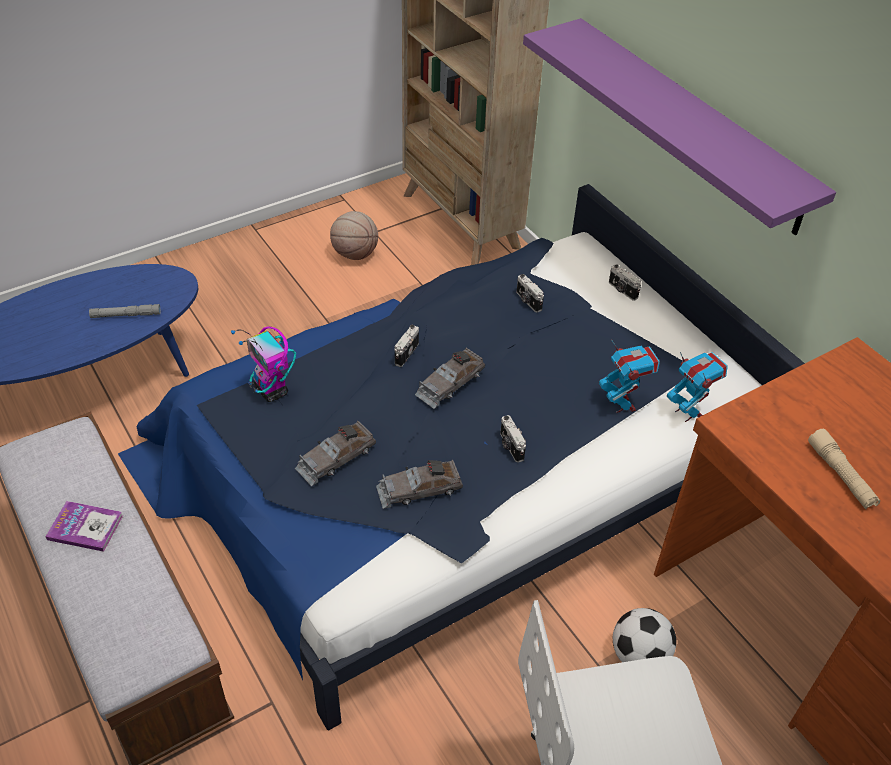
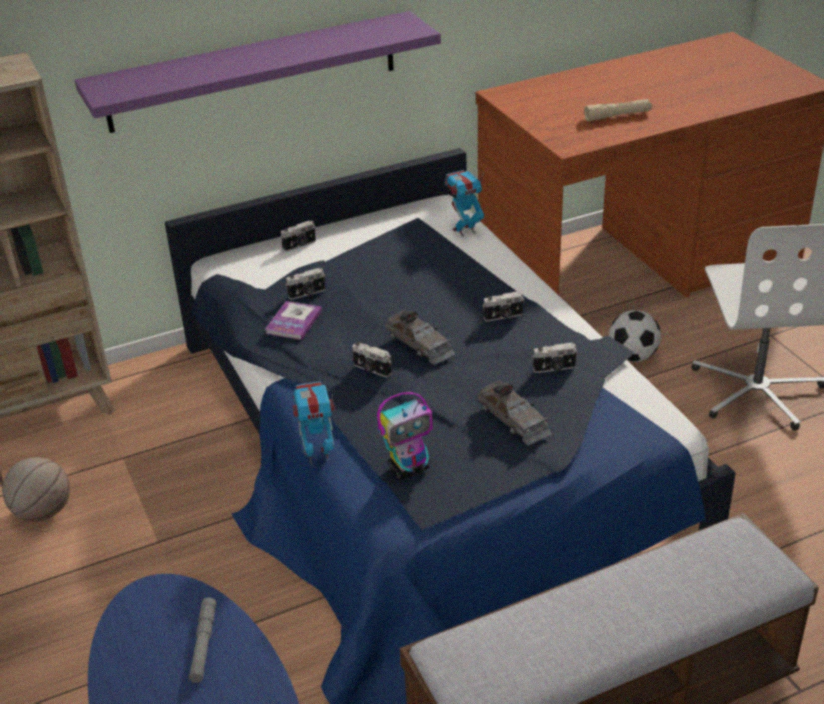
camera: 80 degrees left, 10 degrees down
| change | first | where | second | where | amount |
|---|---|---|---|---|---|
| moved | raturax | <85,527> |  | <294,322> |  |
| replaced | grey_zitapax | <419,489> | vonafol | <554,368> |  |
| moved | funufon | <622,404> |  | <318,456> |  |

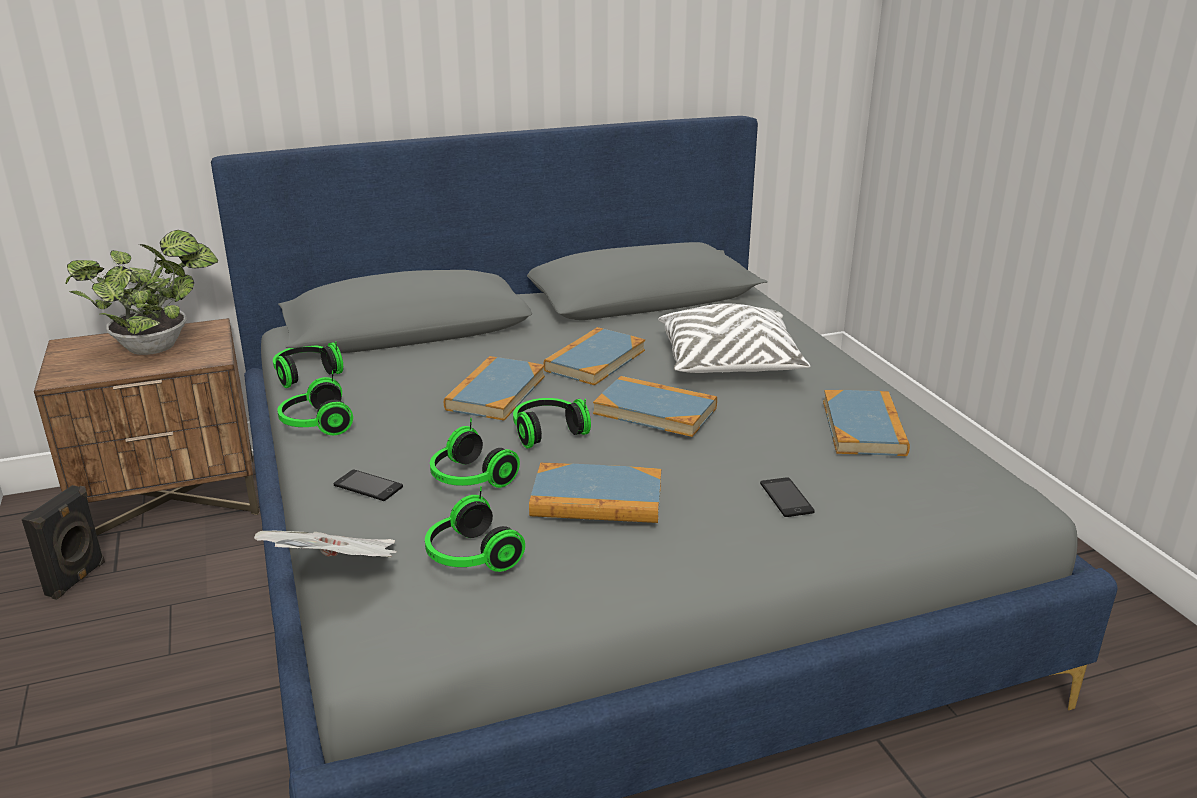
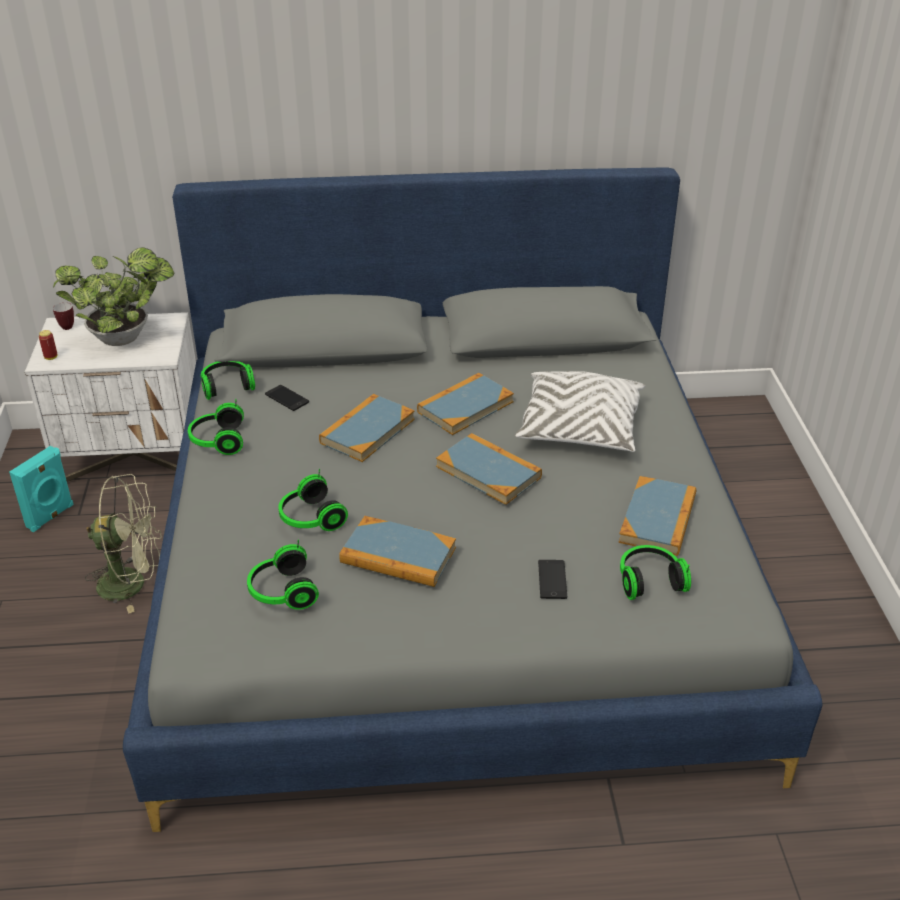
camera: 15 degrees right, 10 degrees up
| change | first | where | second | where | amount |
|---|---|---|---|---|---|
| recoloured | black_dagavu | <77,579> | turquoise_dagavu | <51,517> |  |
| recoloured | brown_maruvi | <173,500> | white_maruvi | <135,455> |  |
| removed | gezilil | <338,573> |  |  |  |
| moved | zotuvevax | <368,486> |  | <287,398> |  |
| moved | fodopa | <547,432> |  | <649,580> |  |
| added |  |  | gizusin | <51,357> |  |
| added |  |  | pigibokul | <65,326> |  |
| added |  |  | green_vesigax | <132,583> |  |

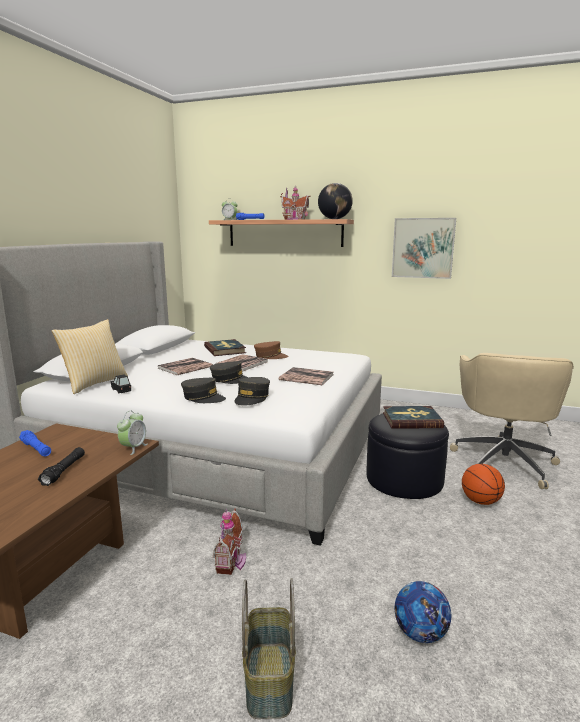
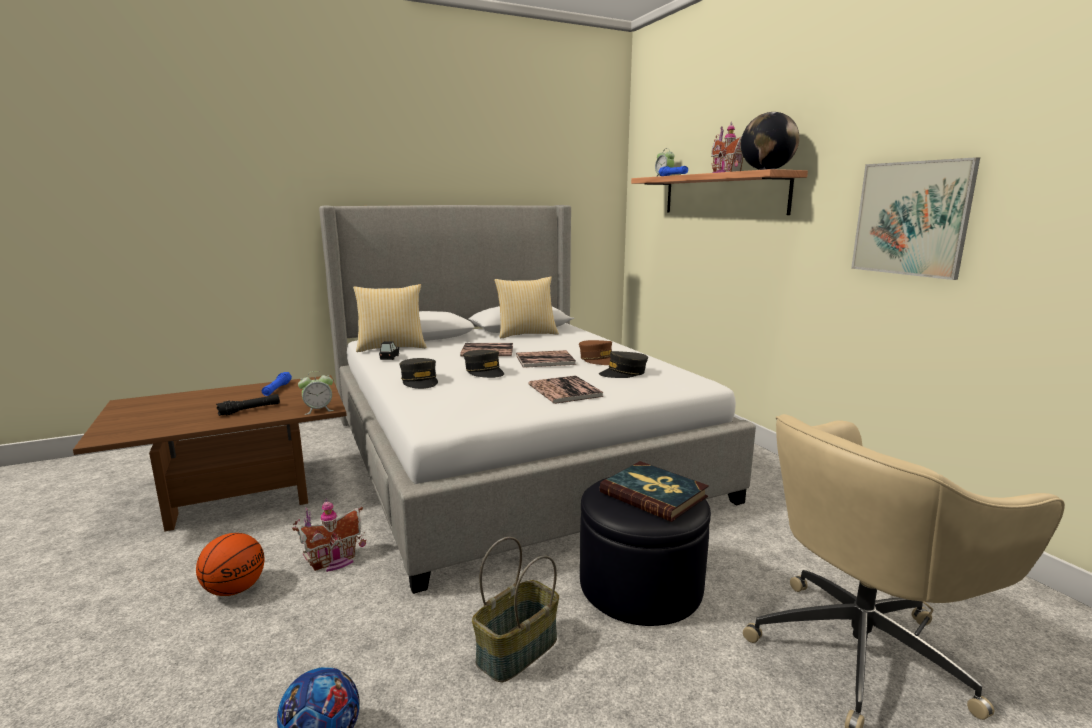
camera: 45 degrees right, 0 degrees up
| change | first | where | second | where | amount |
|---|---|---|---|---|---|
| removed | raturax | <225,350> |  |  |  |
| moved | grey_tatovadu | <252,398> |  | <623,373> |  |
| moved | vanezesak | <270,680> |  | <517,651> |  |
| moved | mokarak | <480,501> |  | <235,589> |  |
| added |  |  | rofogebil | <526,334> |  |

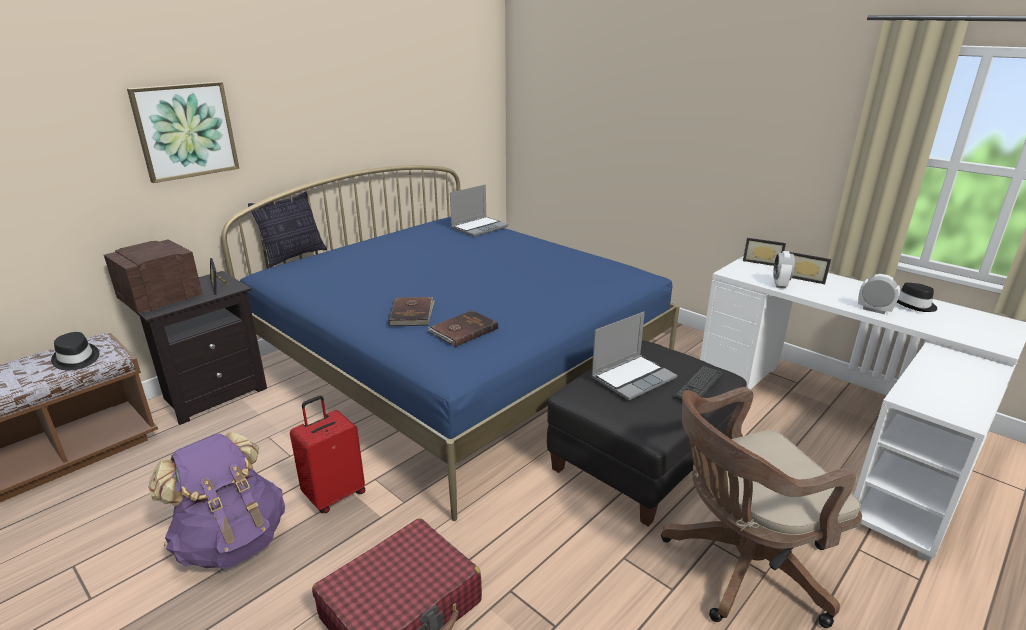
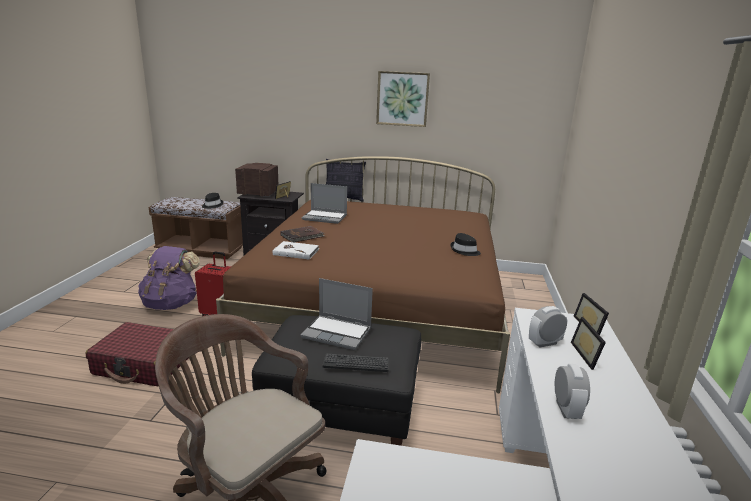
camera: 55 degrees right, 5 degrees down
| change | first | where | second | where | amount |
|---|---|---|---|---|---|
| moved | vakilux | <185,131> |  | <402,99> |  |
| recoloured | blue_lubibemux | <459,365> | brown_lubibemux | <378,305> |  |
| recoloured | brown_raturax | <463,330> | white_raturax | <296,252> |  |
| moved | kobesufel | <479,227> |  | <325,217> |  |
| moved | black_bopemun | <915,305> |  | <464,251> |  |

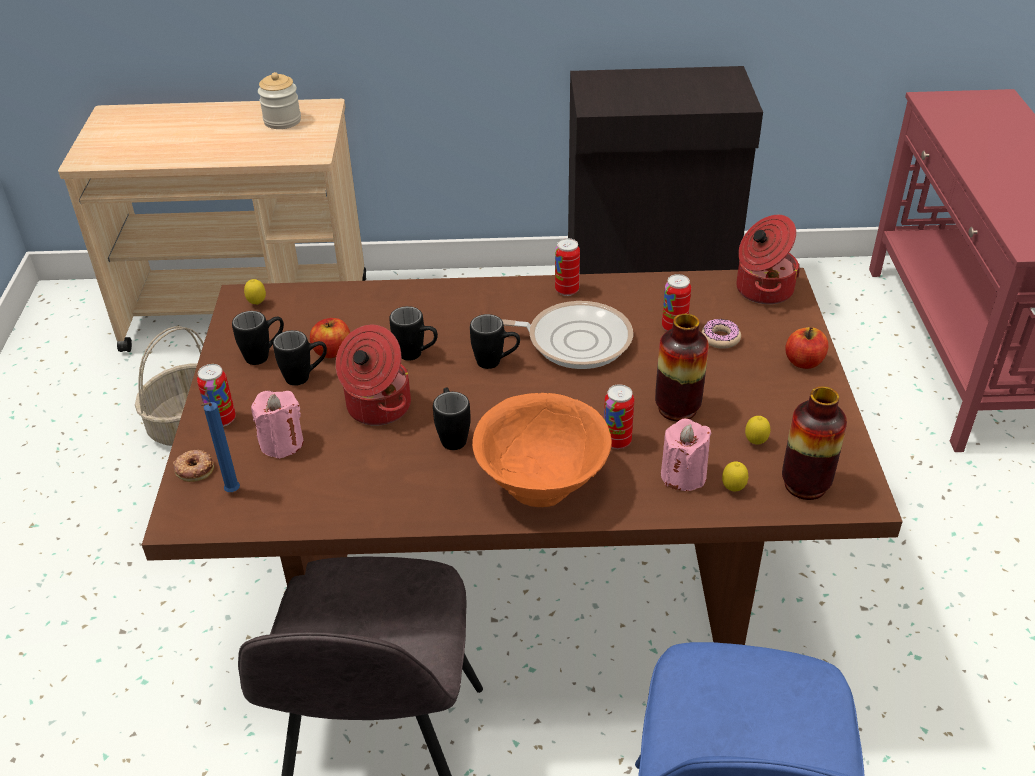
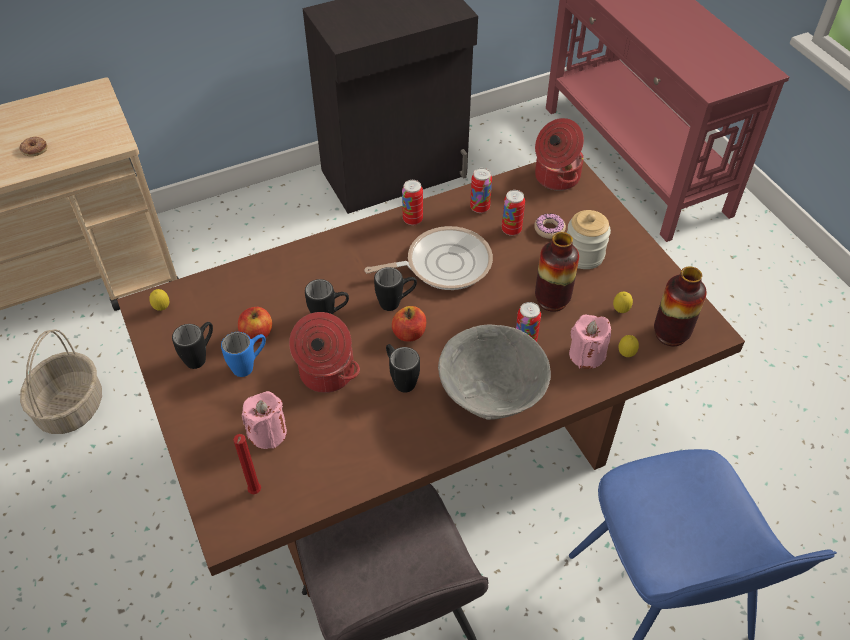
camera: 25 degrees left, 10 degrees up
| change | first | where | second | where | amount |
|---|---|---|---|---|---|
| moved | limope | <194,468> |  | <34,148> |  |
| moved | gizusin | <222,419> |  | <479,208> |  |
| recoloured | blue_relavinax | <231,493> | red_relavinax | <255,493> |  |
| moved | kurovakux | <282,121> |  | <583,255> |  |
| recoloured | black_pigibokul | <305,377> | blue_pigibokul | <249,365> |  |
| recoloured | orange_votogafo | <542,483> | grey_votogafo | <491,396> |  |
| moved | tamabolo | <804,362> |  | <409,333> |  |

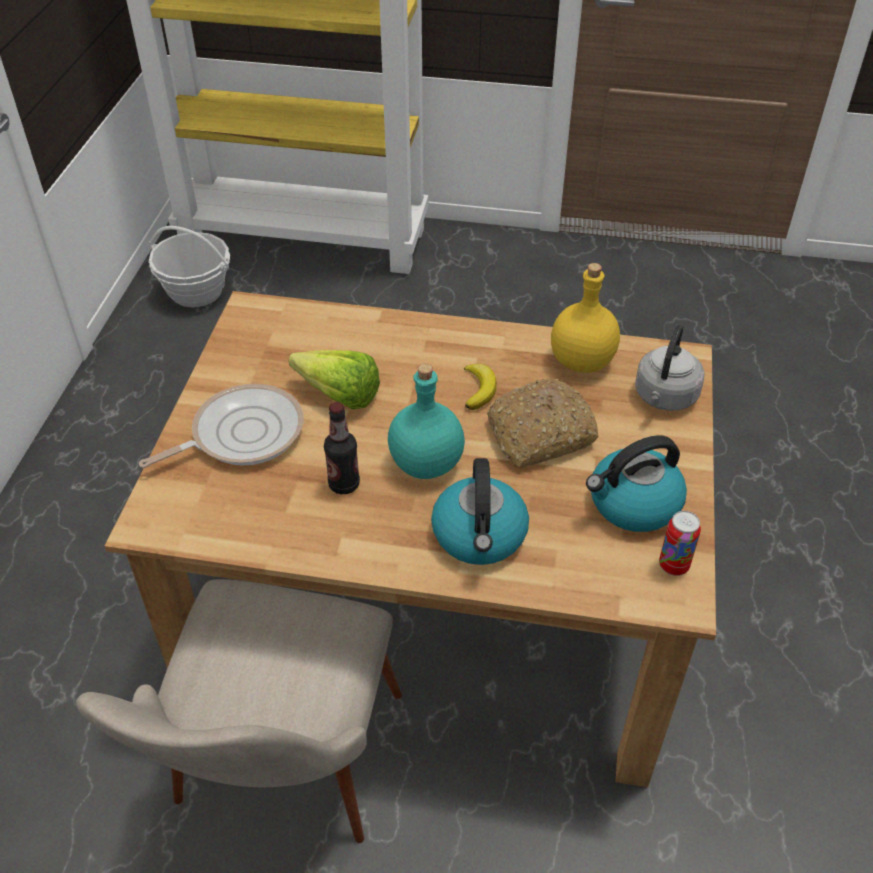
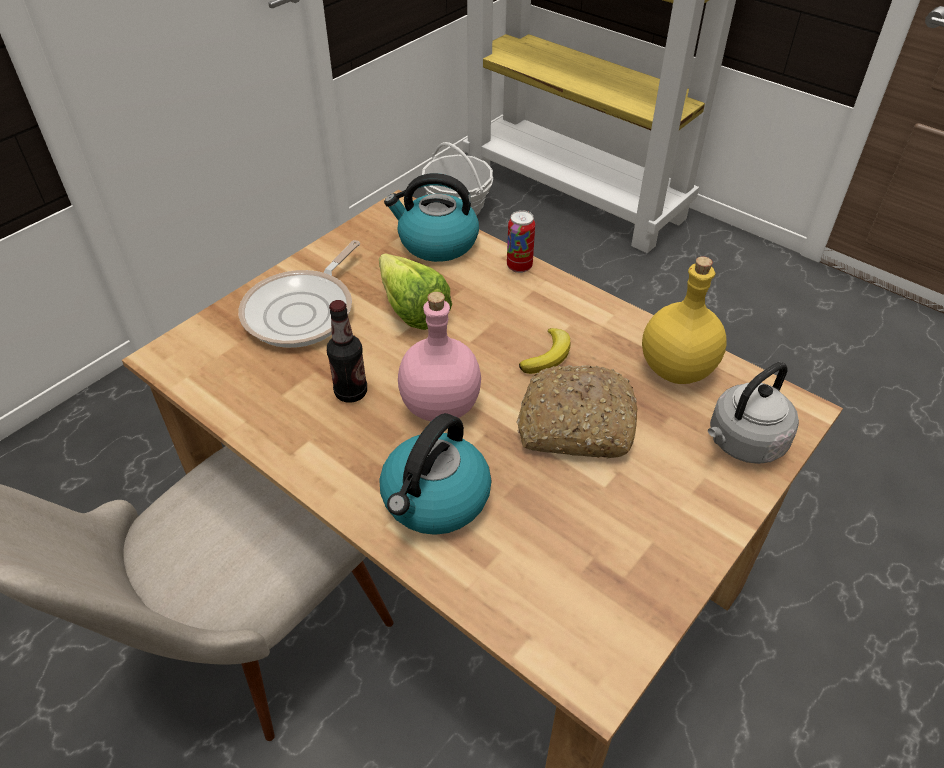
camera: 30 degrees right, 0 degrees up
| change | first | where | second | where | amount |
|---|---|---|---|---|---|
| turned | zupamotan | <241,434> |  | <303,311> | 120 degrees clockwise |
| recoloured | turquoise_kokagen | <426,463> | pink_kokagen | <441,404> |  |
| moved | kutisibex | <633,504> |  | <436,243> |  |
| moved | gizusin | <673,565> |  | <519,266> |  |

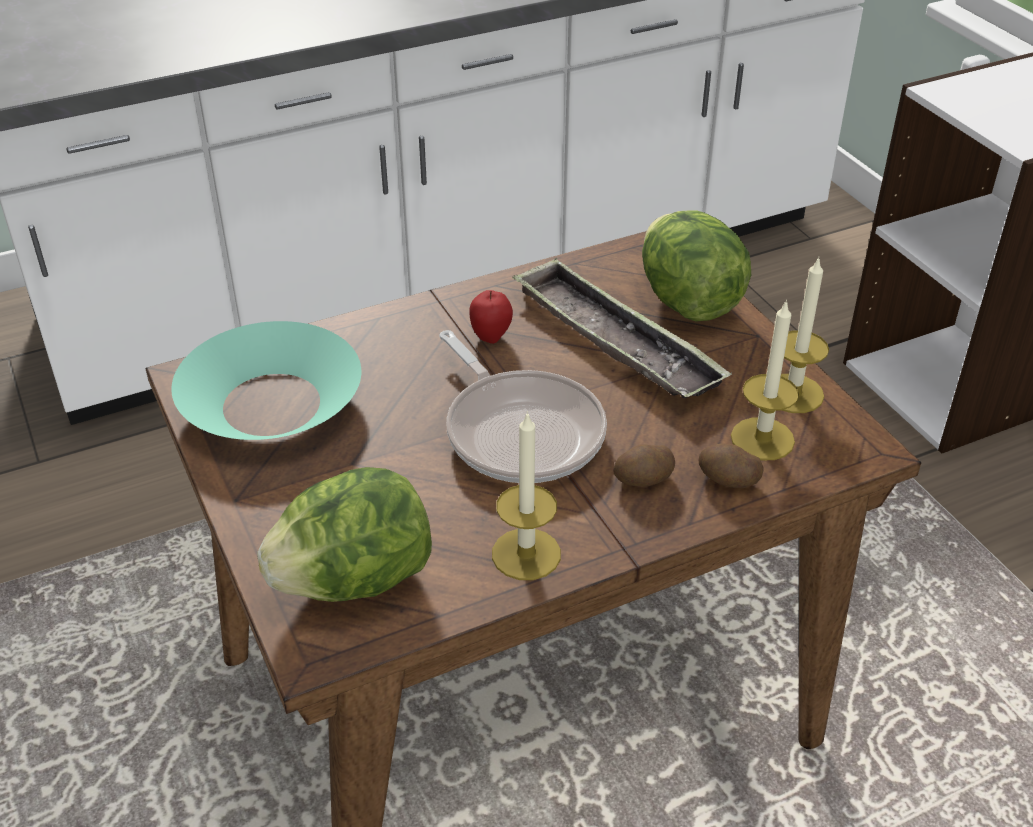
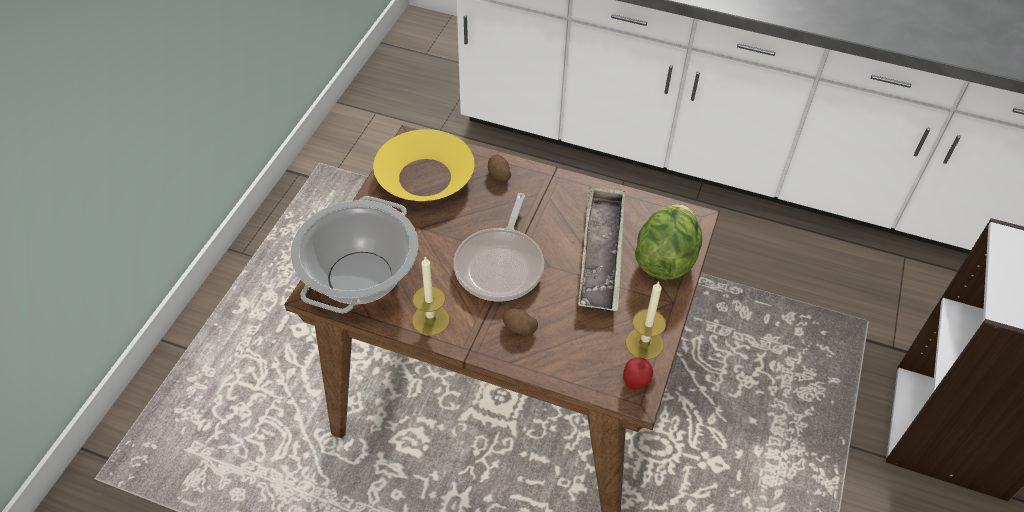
camera: 45 degrees right, 10 degrees up
| change | first | where | second | where | amount |
|---|---|---|---|---|---|
| recoloured | turquoise_votogafo | <272,403> | yellow_votogafo | <425,177> |  |
| replaced | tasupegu | <355,580> | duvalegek | <360,278> |  |
| moved | tamabolo | <491,336> |  | <635,383> |  |
| moved | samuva | <728,480> |  | <498,174> |  |
| removed | relavinax | <762,439> |  |  |  |

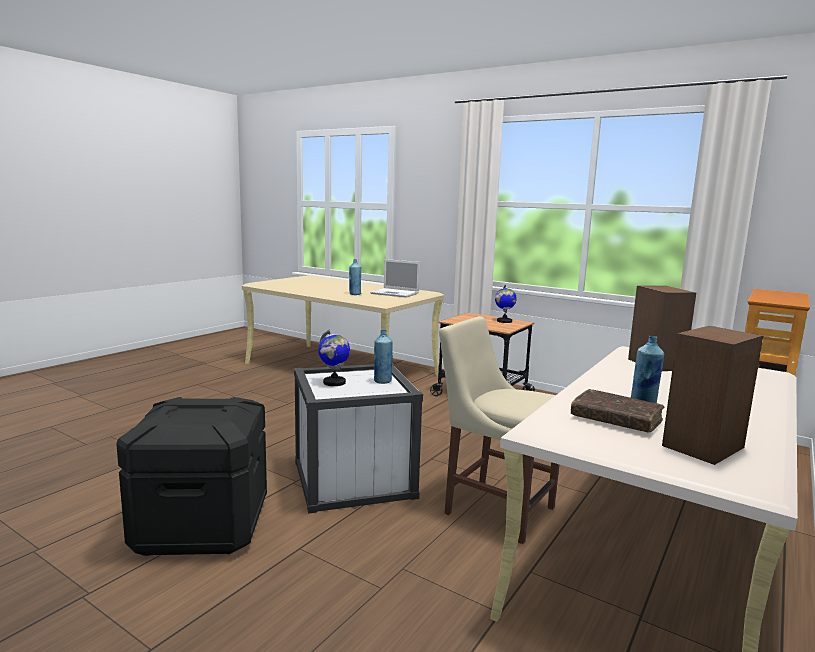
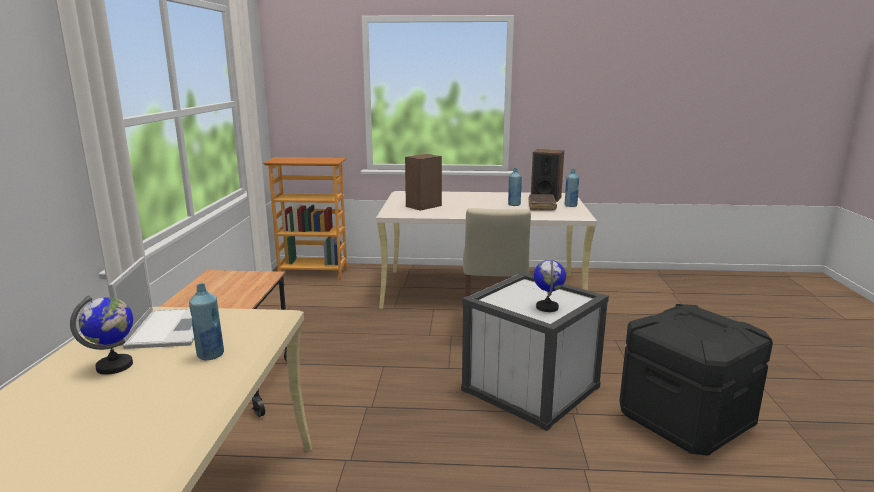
camera: 120 degrees left, 5 degrees up
| change | first | where | second | where | amount |
|---|---|---|---|---|---|
| moved | blue_kokagen | <382,381> |  | <570,205> |  |
| moved | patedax | <504,321> |  | <115,366> |  |

